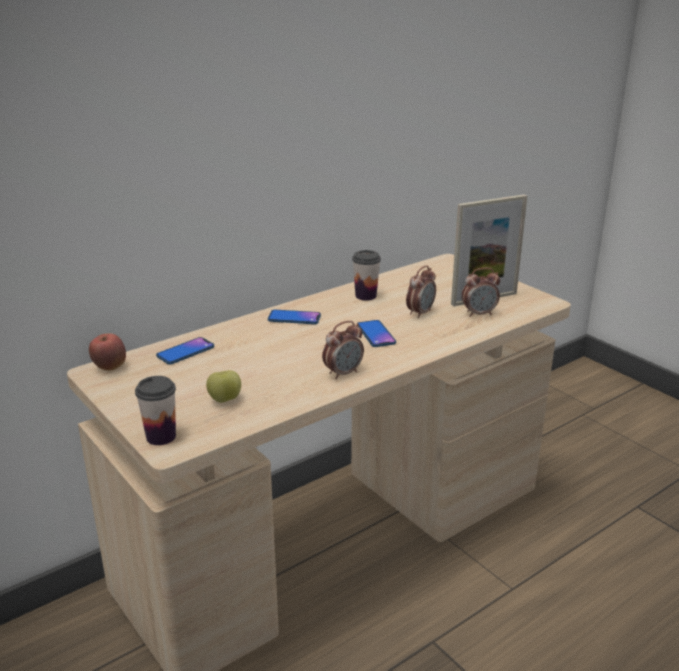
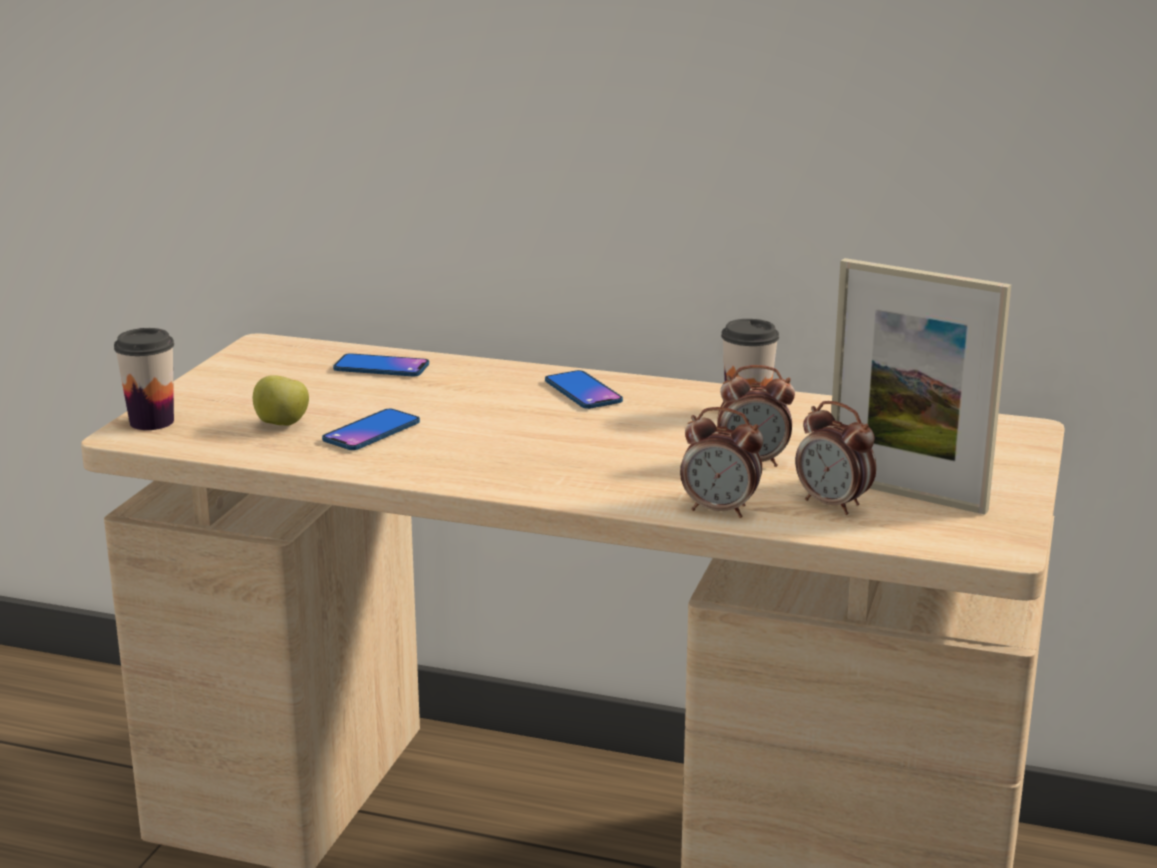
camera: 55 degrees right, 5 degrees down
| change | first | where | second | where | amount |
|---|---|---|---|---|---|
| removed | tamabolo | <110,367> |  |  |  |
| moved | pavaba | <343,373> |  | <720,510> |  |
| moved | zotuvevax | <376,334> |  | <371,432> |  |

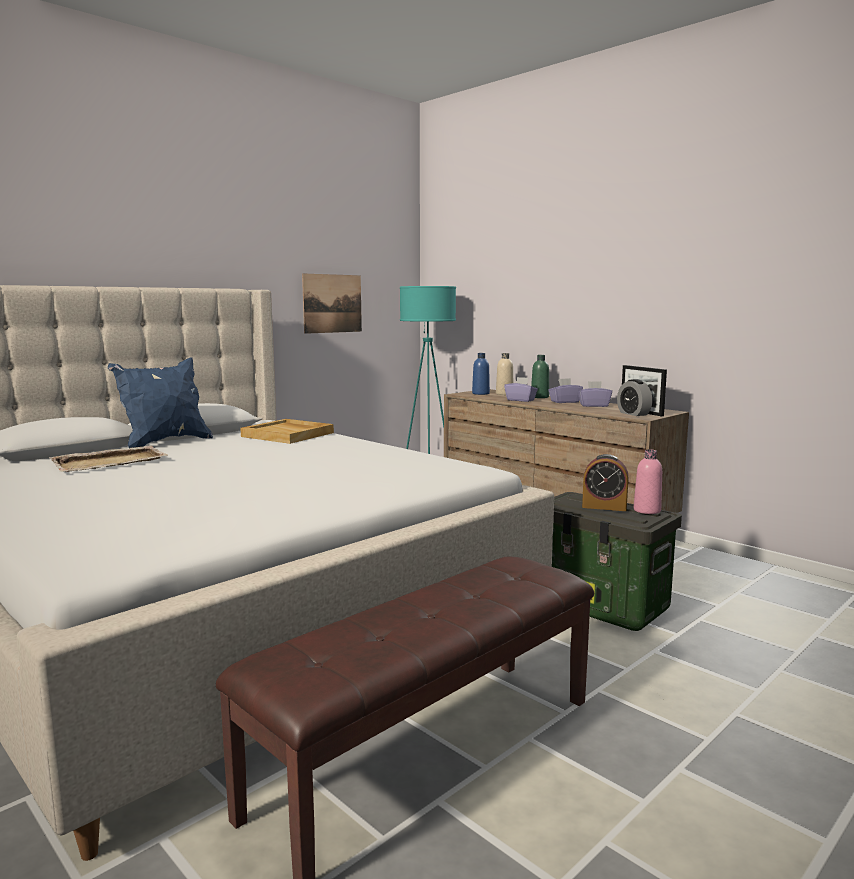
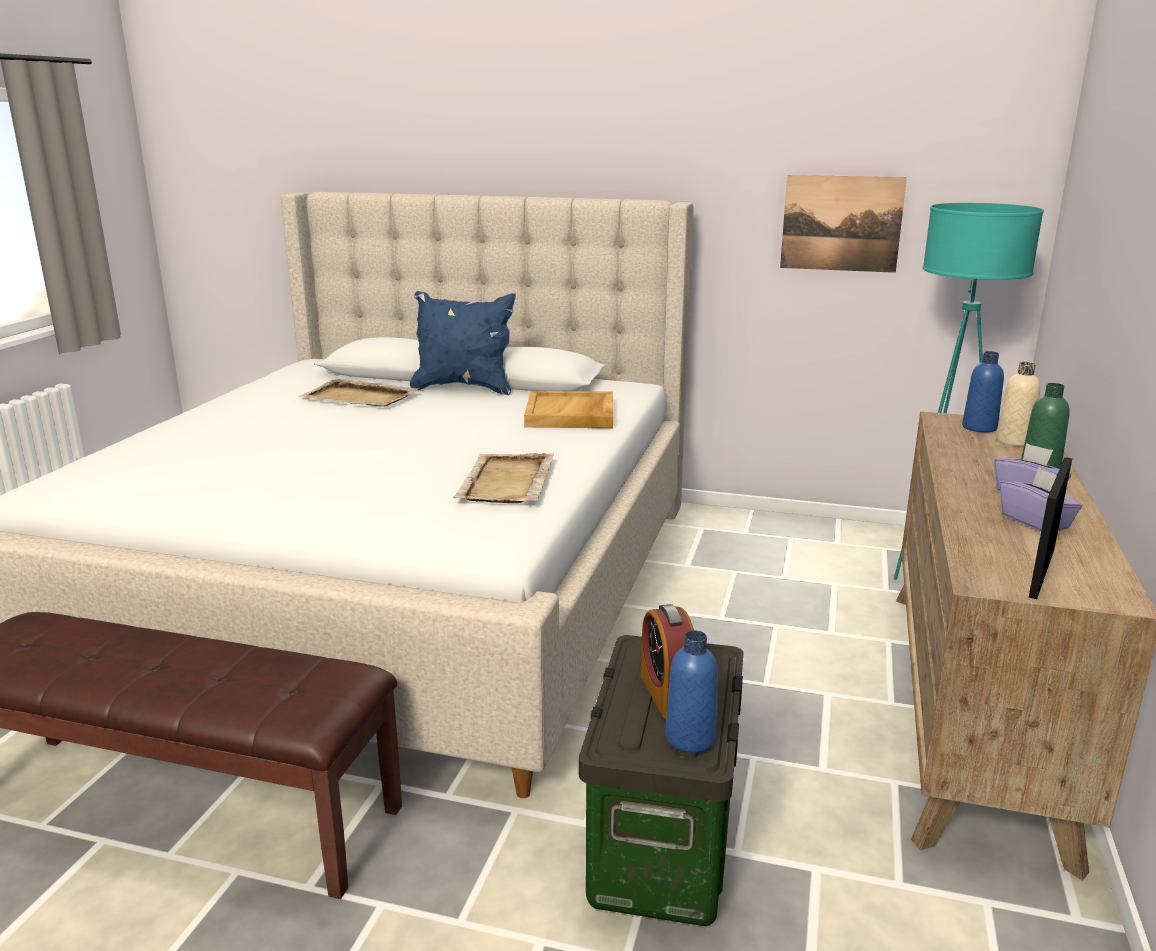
camera: 60 degrees right, 10 degrees up
| change | first | where | second | where | amount |
|---|---|---|---|---|---|
| removed | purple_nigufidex | <520,400> |  |  |  |
| removed | pavaba | <633,414> |  |  |  |
| recoloured | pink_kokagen | <647,510> | blue_kokagen | <690,738> |  |
| added |  |  | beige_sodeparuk | <506,482> |  |

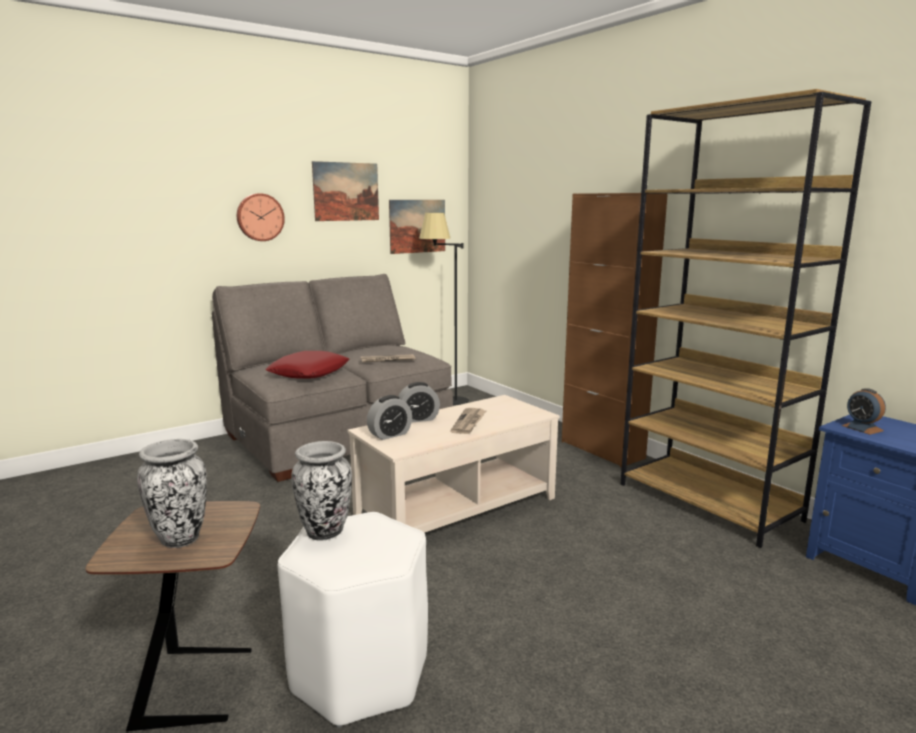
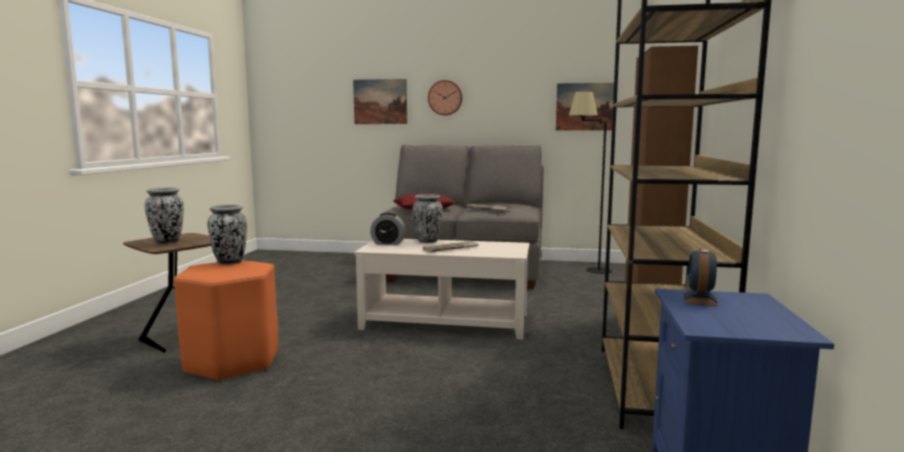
camera: 45 degrees right, 5 degrees down
| change | first | where | second | where | amount |
|---|---|---|---|---|---|
| recoloured | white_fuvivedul | <360,674> | orange_fuvivedul | <232,362> |  |
| moved | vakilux | <346,191> |  | <380,101> |  |
| replaced | pavaba | <418,419> | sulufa | <428,241> |  |

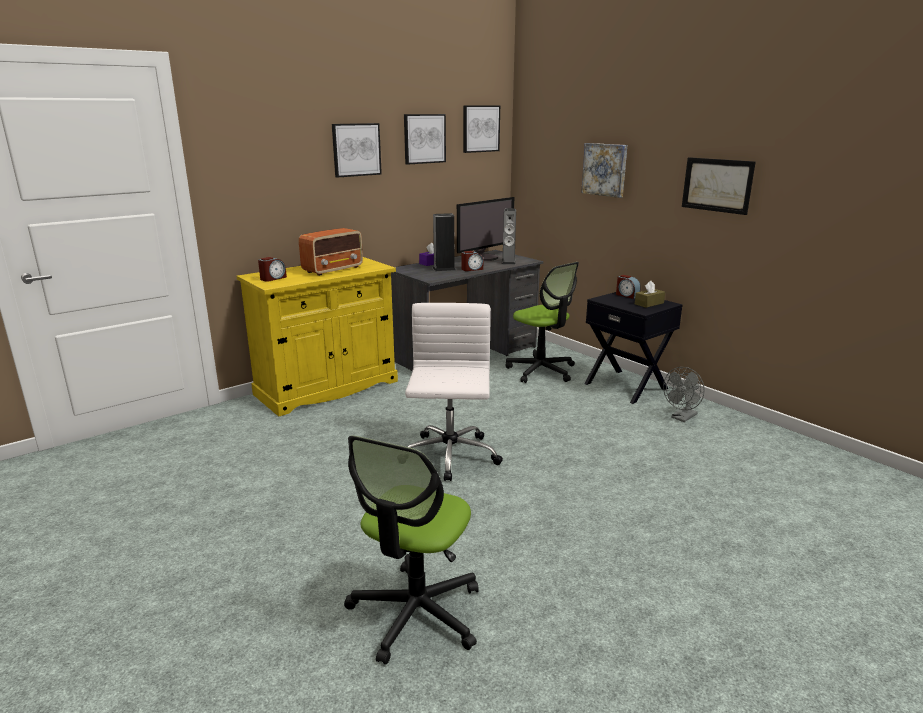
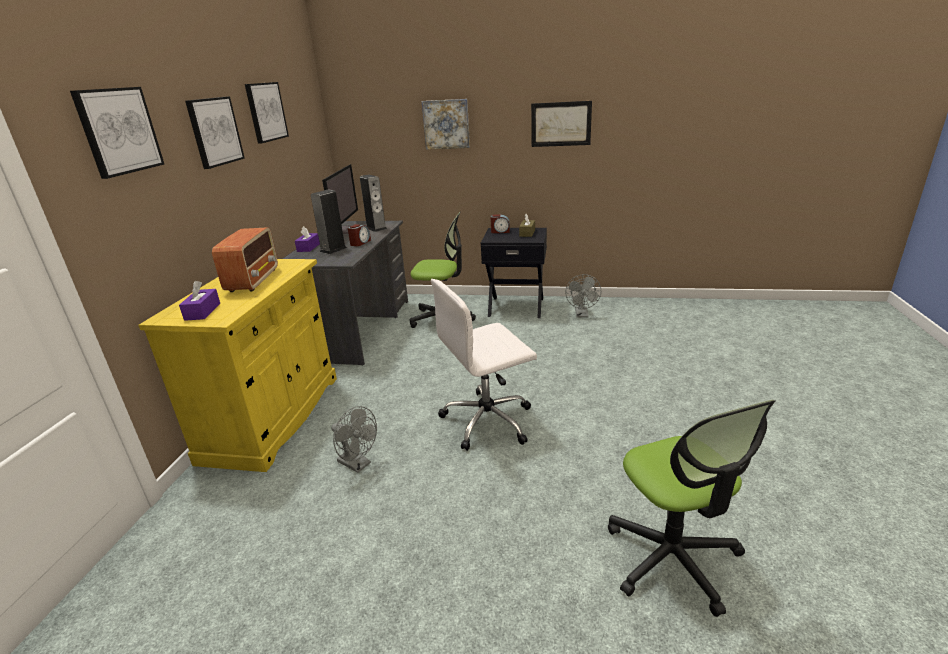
camera: 40 degrees left, 5 degrees up
| change | first | where | second | where | amount |
|---|---|---|---|---|---|
| replaced | pavaba | <273,278> | purple_nigufidex | <202,311> |  |
| turned | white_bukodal | <449,456> |  | <489,420> | 75 degrees counterclockwise |
| moved | vakilux | <480,128> |  | <118,131> |  |
| added |  |  | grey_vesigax | <358,464> |  |

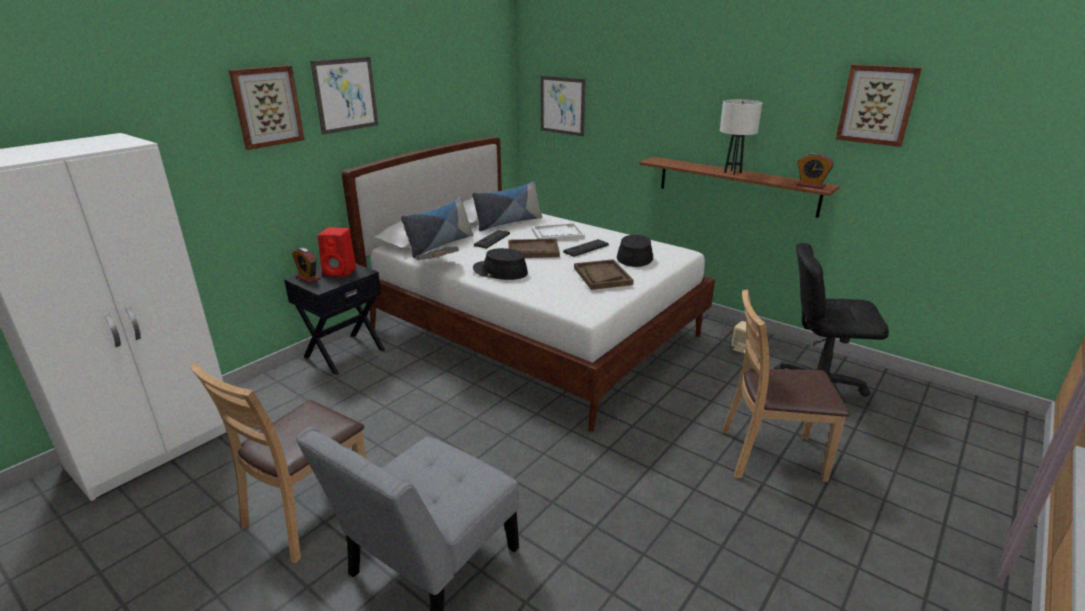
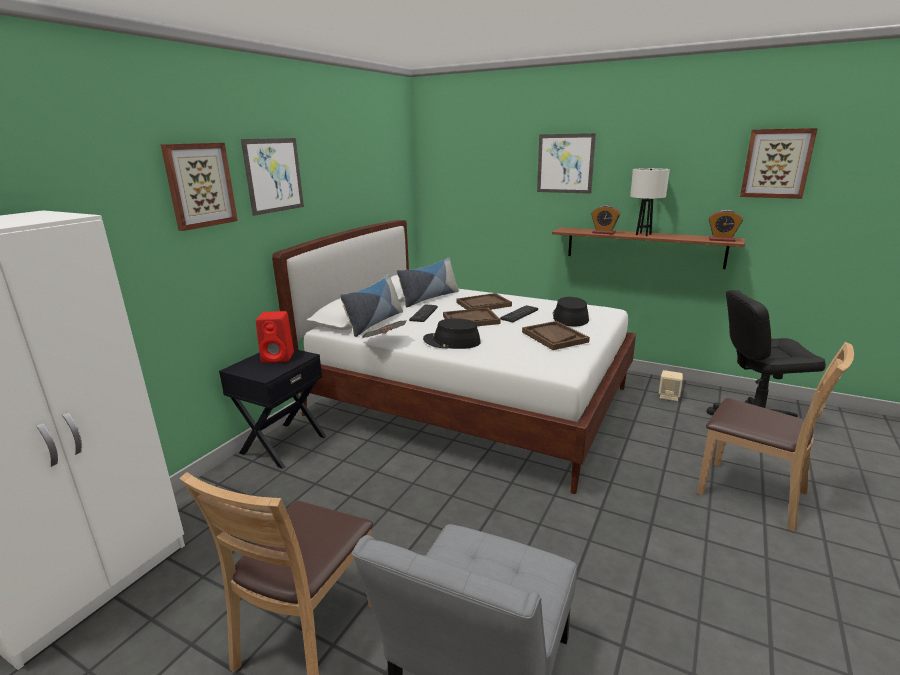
camera: 10 degrees left, 5 degrees down
| change | first | where | second | where | amount |
|---|---|---|---|---|---|
| moved | pavaba | <308,278> |  | <604,233> |  |
| recoloured | white_sodeparuk | <557,234> | brown_sodeparuk | <483,304> |  |
| moved | vakilux | <562,105> |  | <565,163> |  |
| turned | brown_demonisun | <770,455> |  | <753,494> | 135 degrees counterclockwise |

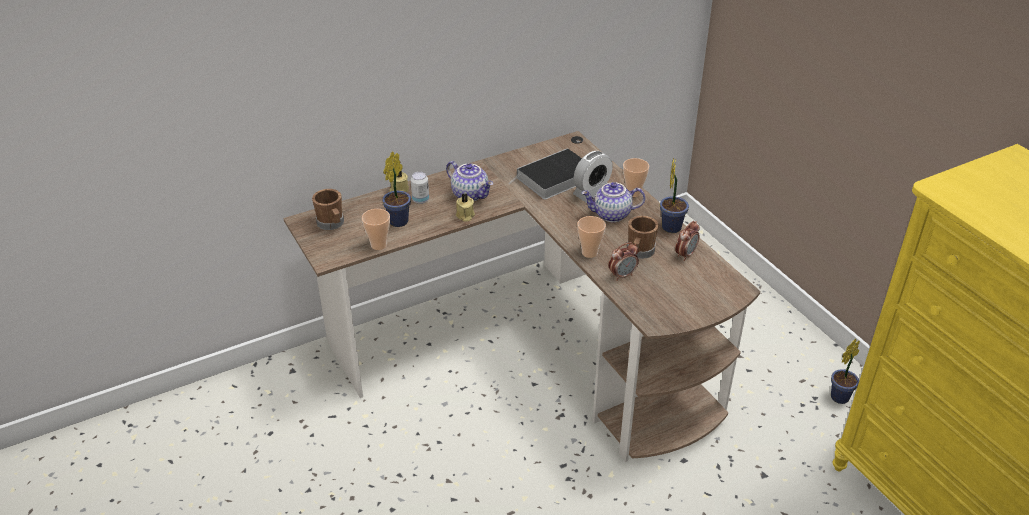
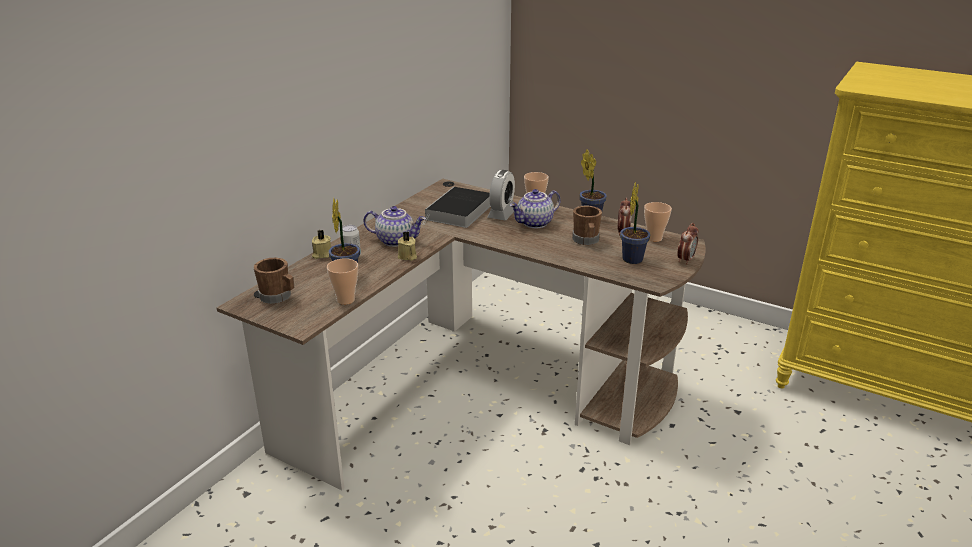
camera: 30 degrees left, 10 degrees down
| change | first | where | second | where | amount |
|---|---|---|---|---|---|
| moved | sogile | <589,253> |  | <654,238> |  |
| moved | pavaba | <622,275> |  | <685,260> |  |
| moved | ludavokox | <841,396> |  | <633,258> |  |

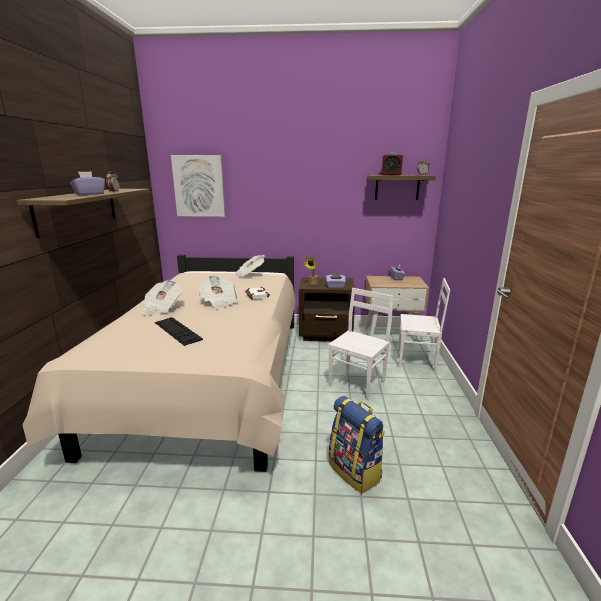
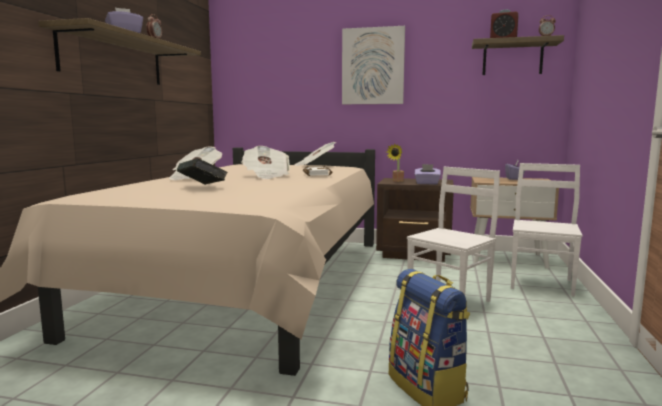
camera: 10 degrees right, 10 degrees down
| change | first | where | second | where | amount |
|---|---|---|---|---|---|
| replaced | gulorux | <177,331> | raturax | <202,187> |  |
| moved | vakilux | <199,186> |  | <373,66> |  |
| turned | white_demonisun | <417,360> |  | <542,284> | 90 degrees counterclockwise |

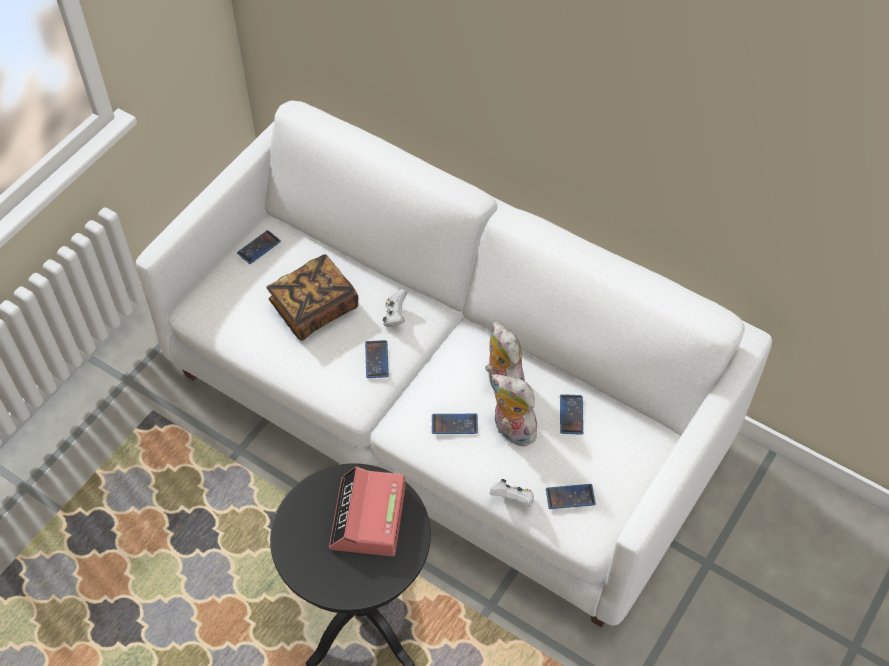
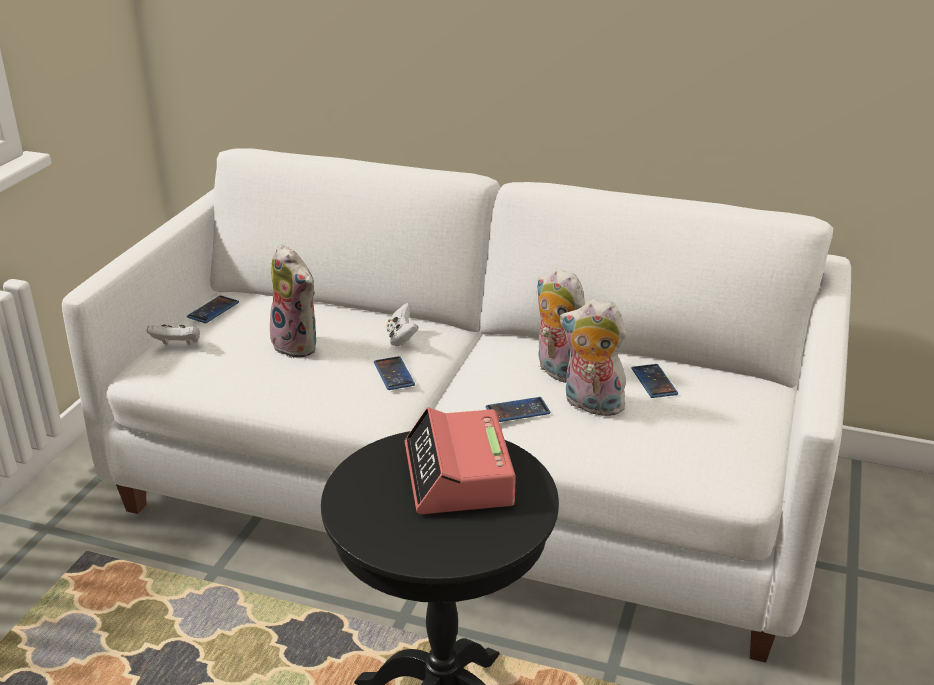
camera: 15 degrees left, 25 degrees down
| change | first | where | second | where | amount |
|---|---|---|---|---|---|
| replaced | raturax | <314,308> | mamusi | <299,345> |  |
| moved | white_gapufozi | <512,499> |  | <177,345> |  |
| removed | zotuvevax | <570,497> |  |  |  |

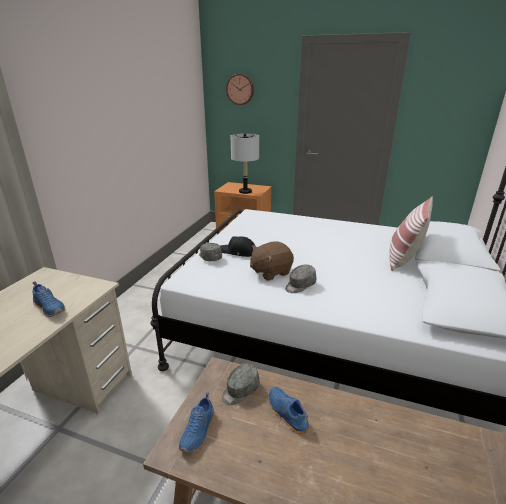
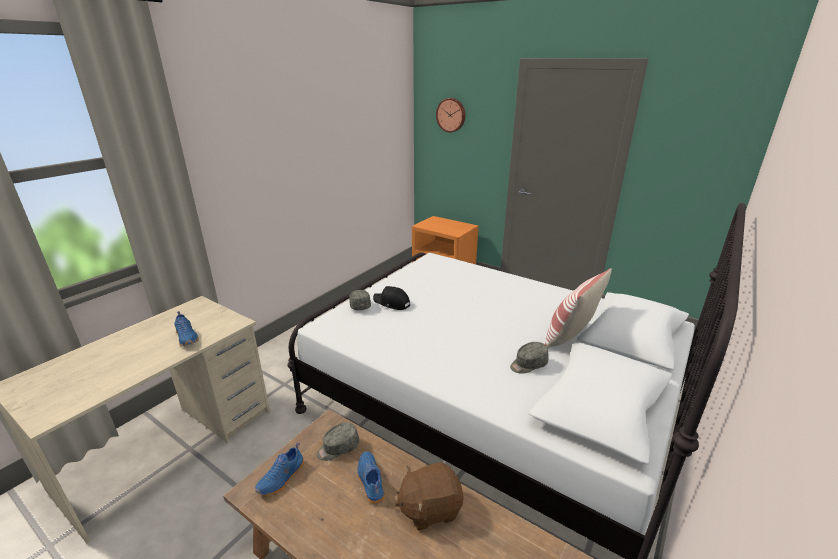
camera: 15 degrees right, 0 degrees up
| change | first | where | second | where | amount |
|---|---|---|---|---|---|
| removed | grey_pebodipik | <245,191> |  |  |  |
| moved | brown_mamusi | <270,272> |  | <430,508> |  |
| moved | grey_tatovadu | <300,285> |  | <528,364> |  |

